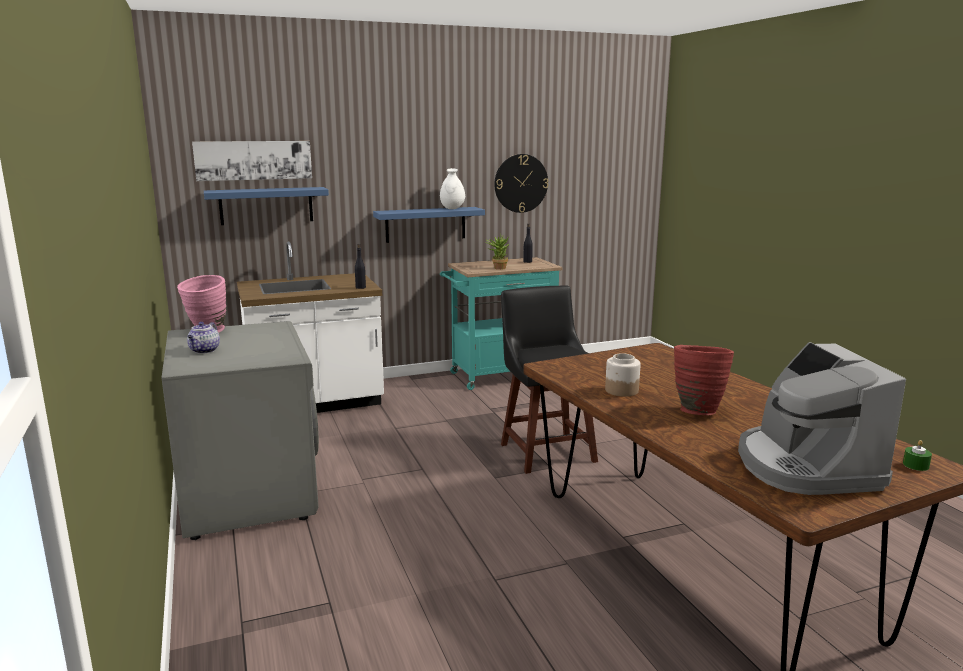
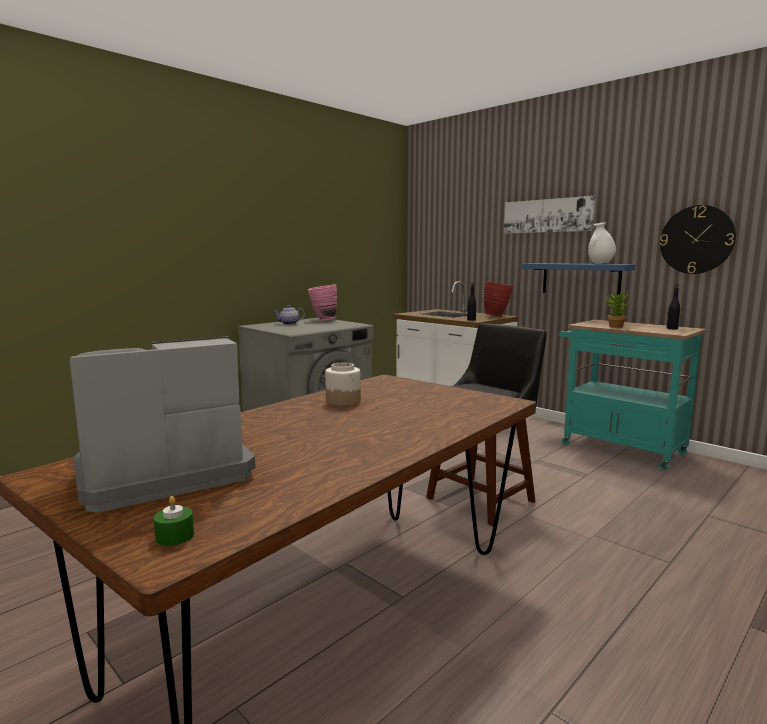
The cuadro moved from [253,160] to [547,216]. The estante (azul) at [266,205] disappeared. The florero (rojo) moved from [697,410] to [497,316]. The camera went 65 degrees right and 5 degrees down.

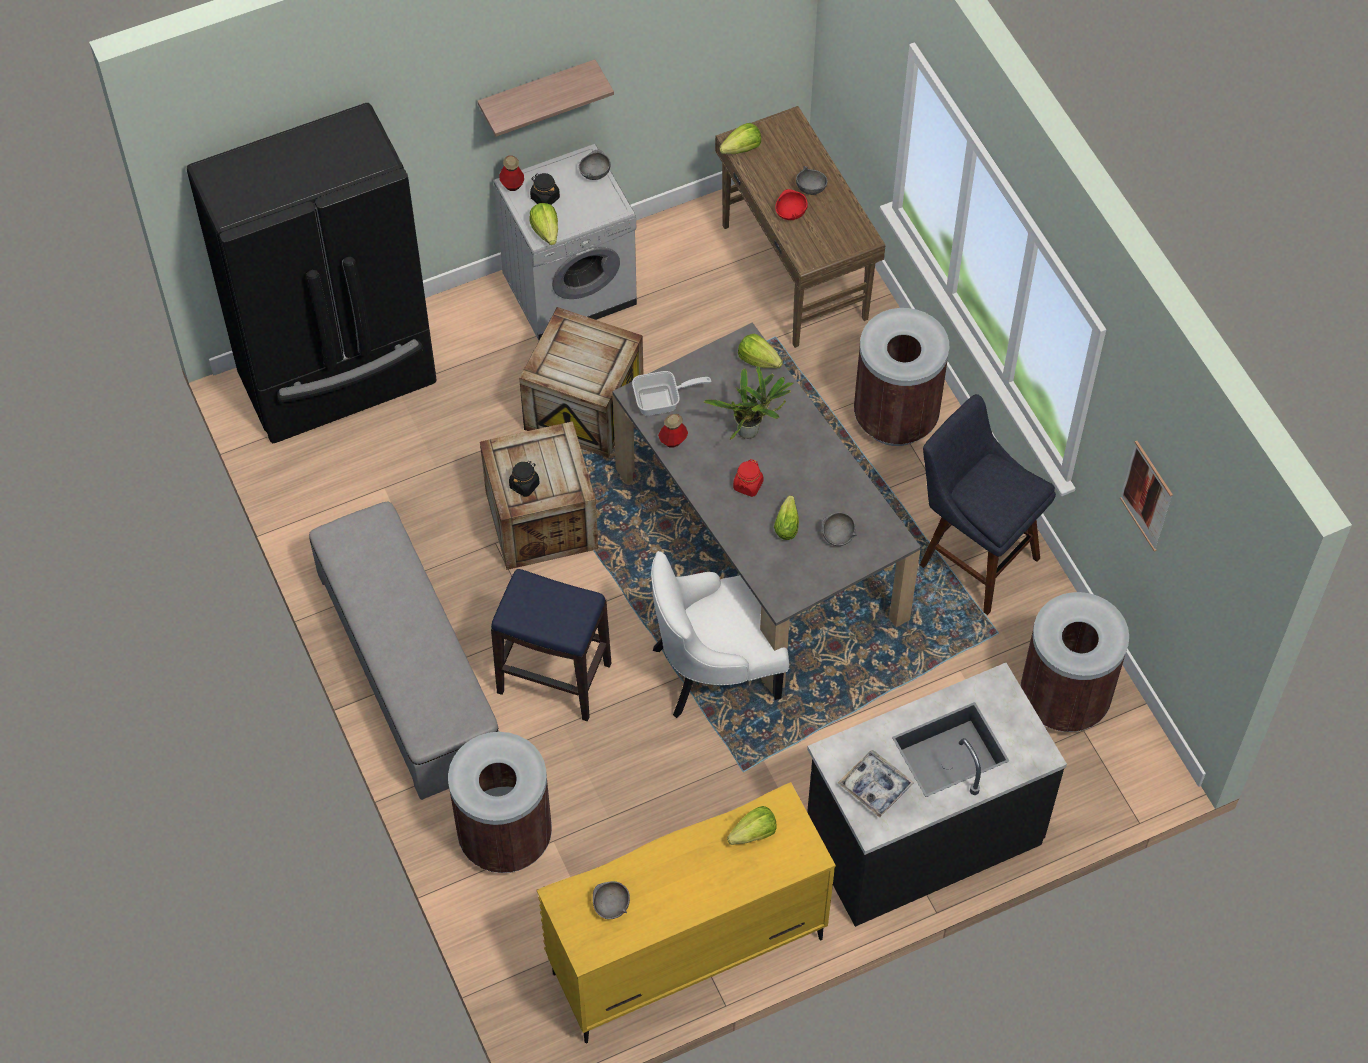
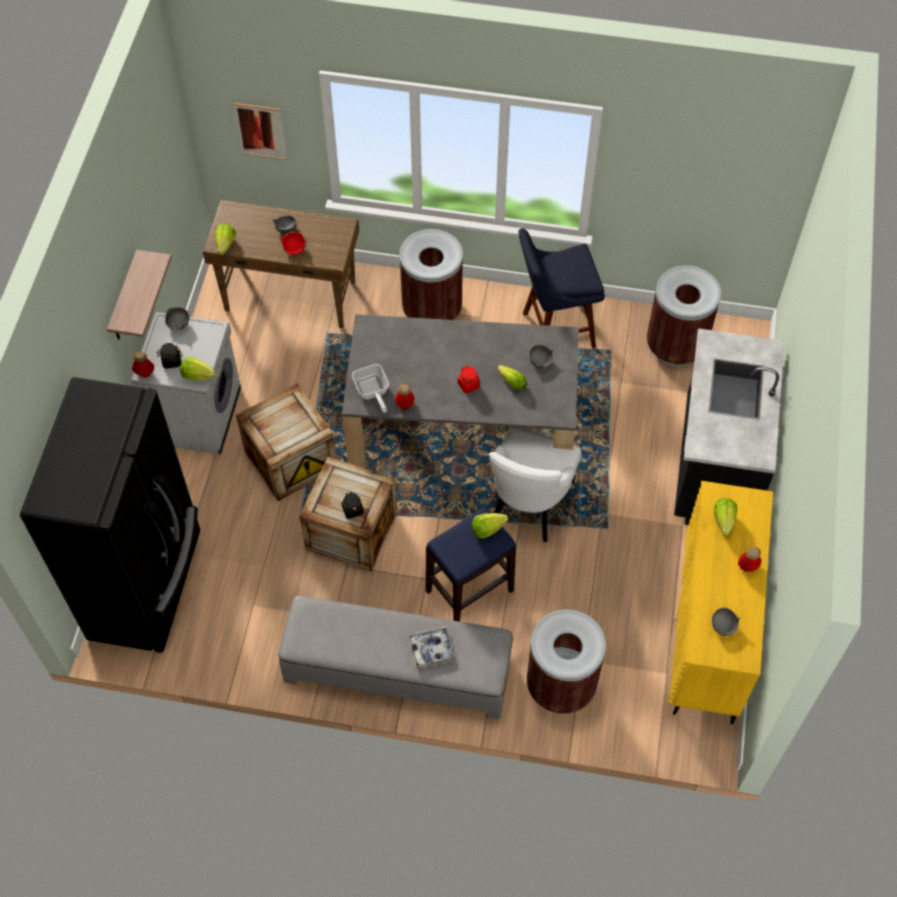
The lechuga moved from [758,360] to [487,529]. The planta en maceta at [751,431] disappeared. The sartén at [663,401] turned 135 degrees clockwise. The cuadro moved from [1146,496] to [261,131]. The bandeja moved from [875,786] to [431,649]. The botella at [748,566] appeared. The camera went 55 degrees left and 0 degrees up.

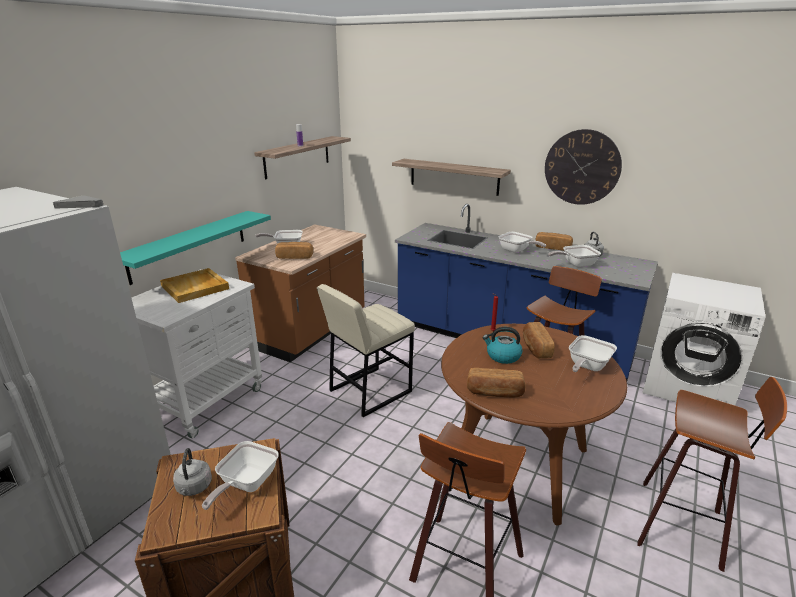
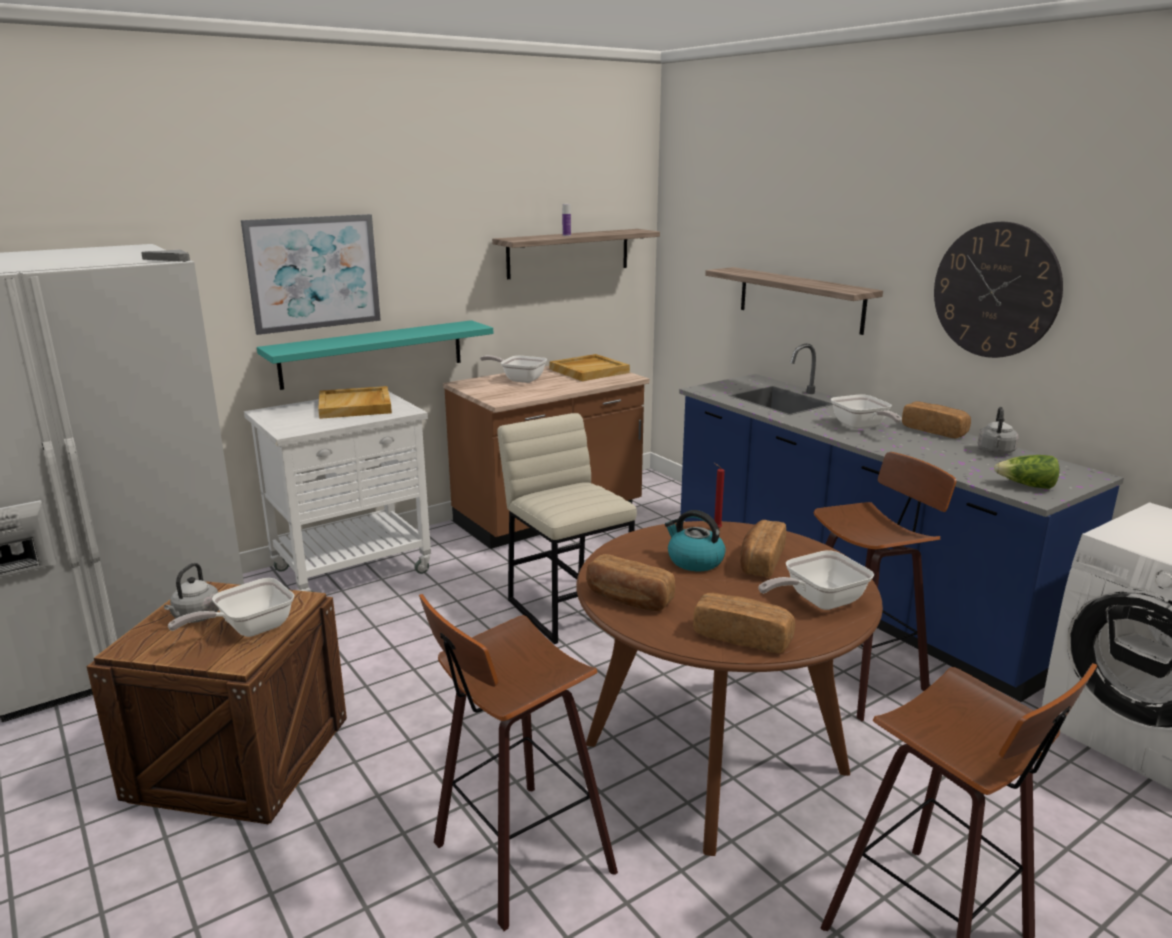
The pan moved from [295,256] to [742,637]. The sartén at [575,264] disappeared. The silla (beis) at [368,392] turned 75 degrees clockwise. The cuadro at [313,273] appeared. The bandeja (beis) at [589,370] appeared. The lechuga at [1026,486] appeared. The camera went 25 degrees right and 5 degrees down.

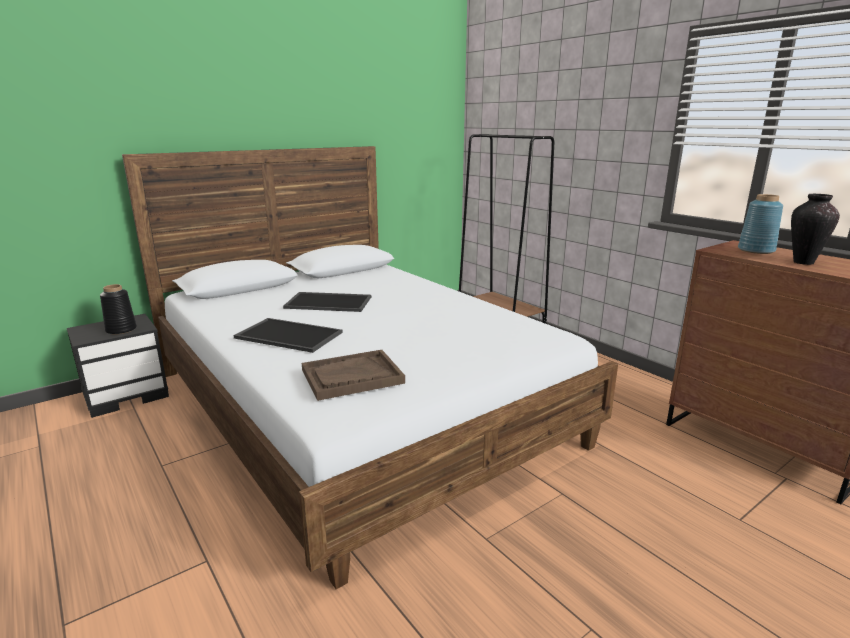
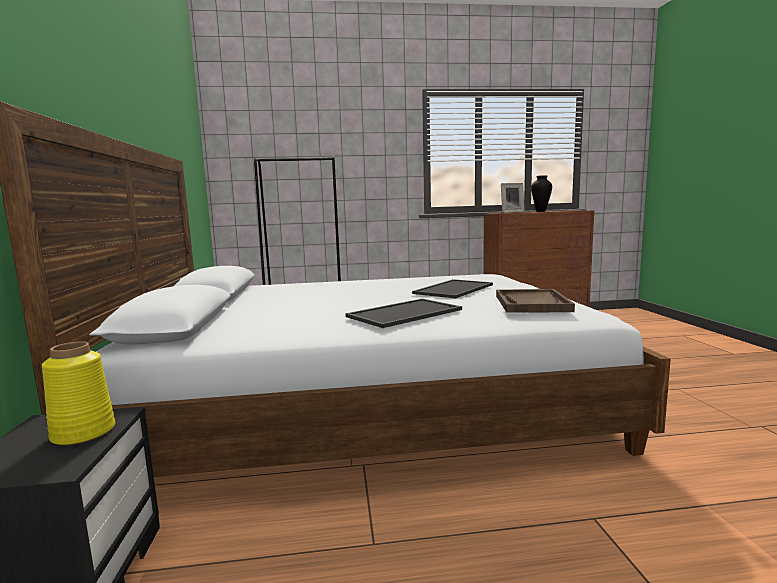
The florero (azul) at [756,250] was replaced by the portarretratos at [511,212]. The florero (negro) at [120,330] became the florero (amarillo) at [83,434]. The bandeja moved from [329,302] to [453,289]. The camera went 60 degrees left and 10 degrees down.

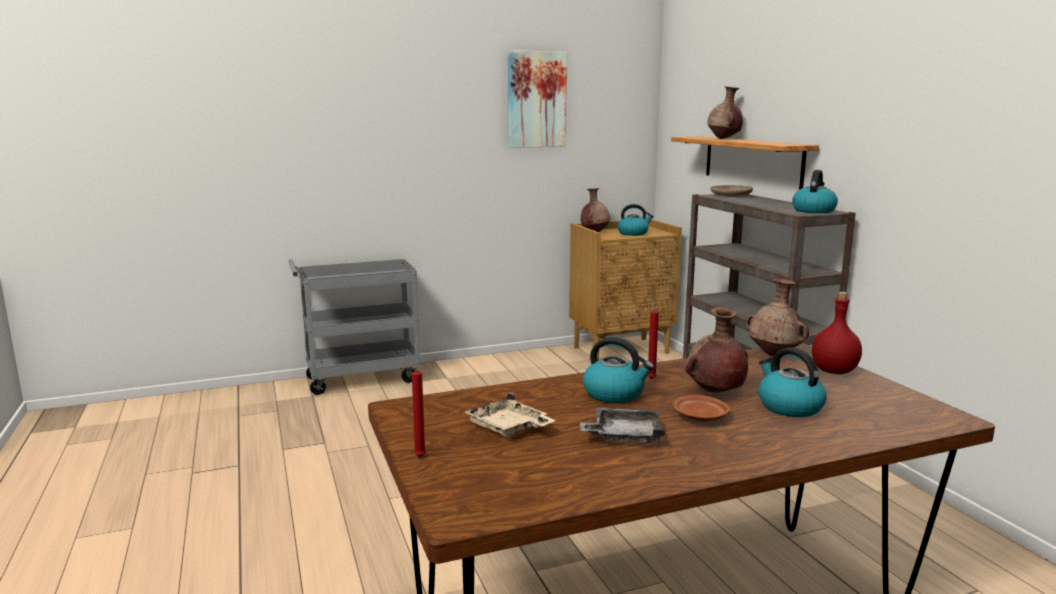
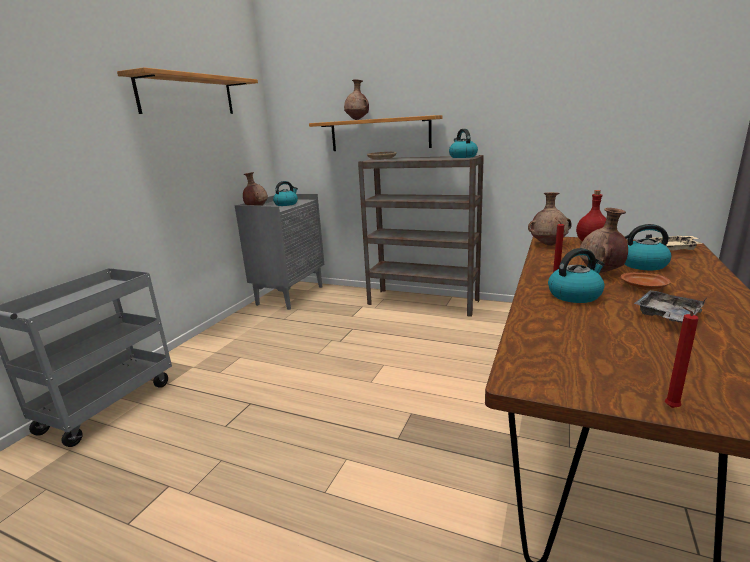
The cuadro at [536,99] was replaced by the estante at [187,95]. The armario (marrón) at [621,350] became the armario (gris) at [290,295]. The bandeja (beis) moved from [508,428] to [673,249]. The camera went 45 degrees left and 5 degrees up.

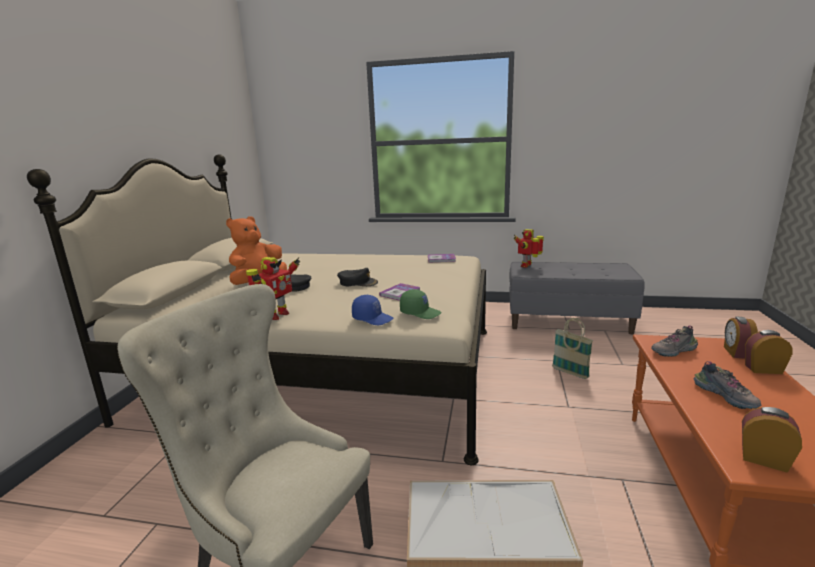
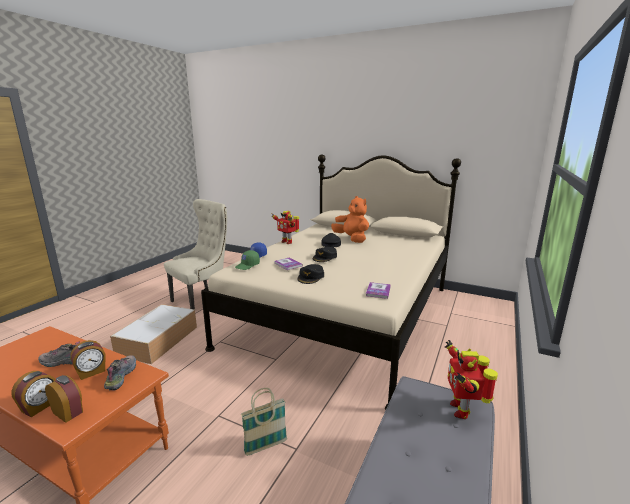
The robot de juguete at [527,266] turned 135 degrees counterclockwise. The despertador moved from [763,458] to [91,372]. The gorra (negro) at [311,277] appeared. The camera went 105 degrees right and 0 degrees up.

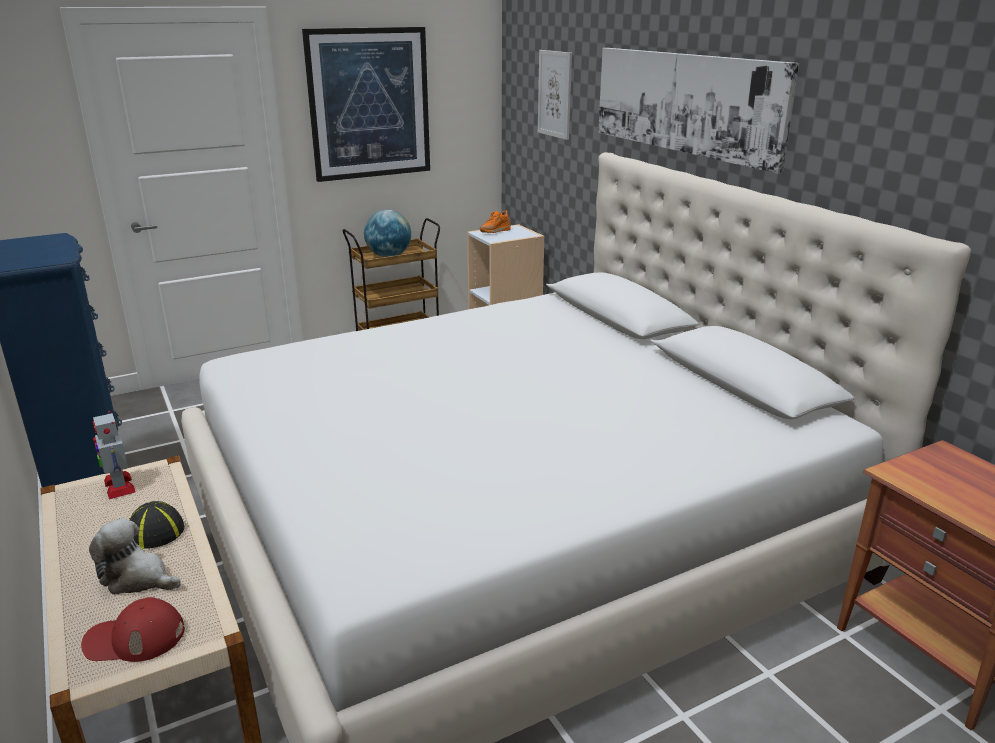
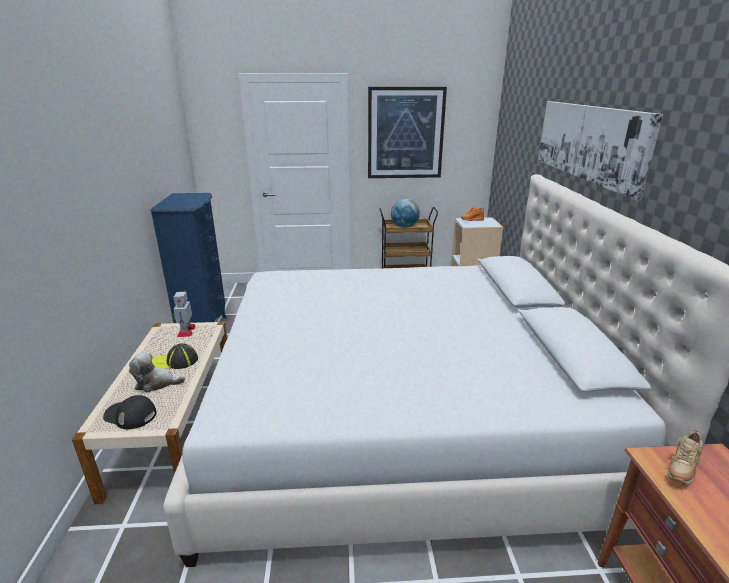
The cuadro at [555,94] disappeared. The peluche at [137,578] turned 45 degrees counterclockwise. The gorra (rojo) at [134,638] became the gorra (negro) at [130,415]. The zapato (beis) at [681,470] appeared. The camera went 25 degrees right and 0 degrees up.

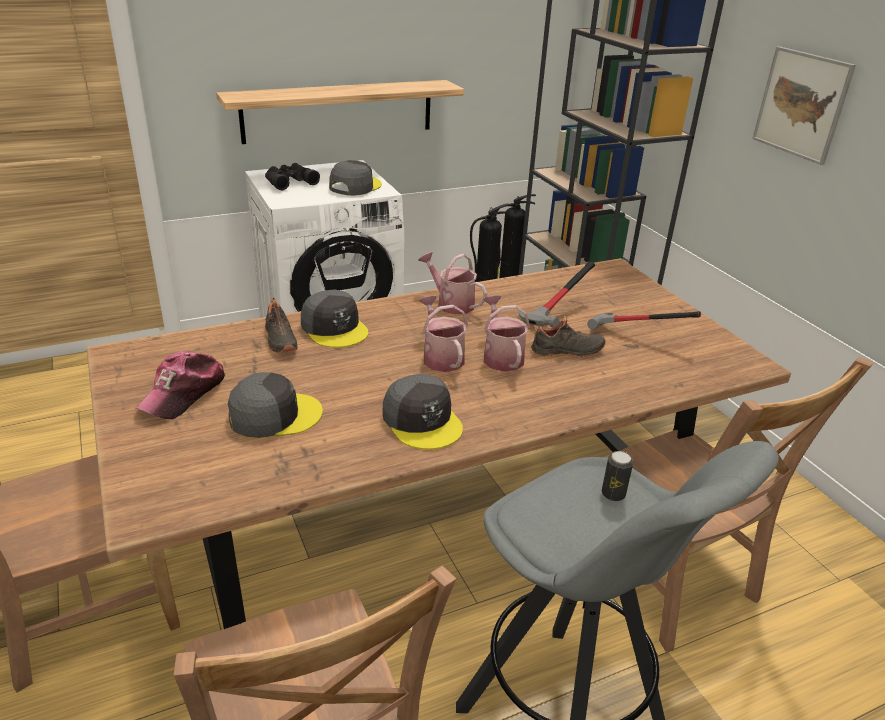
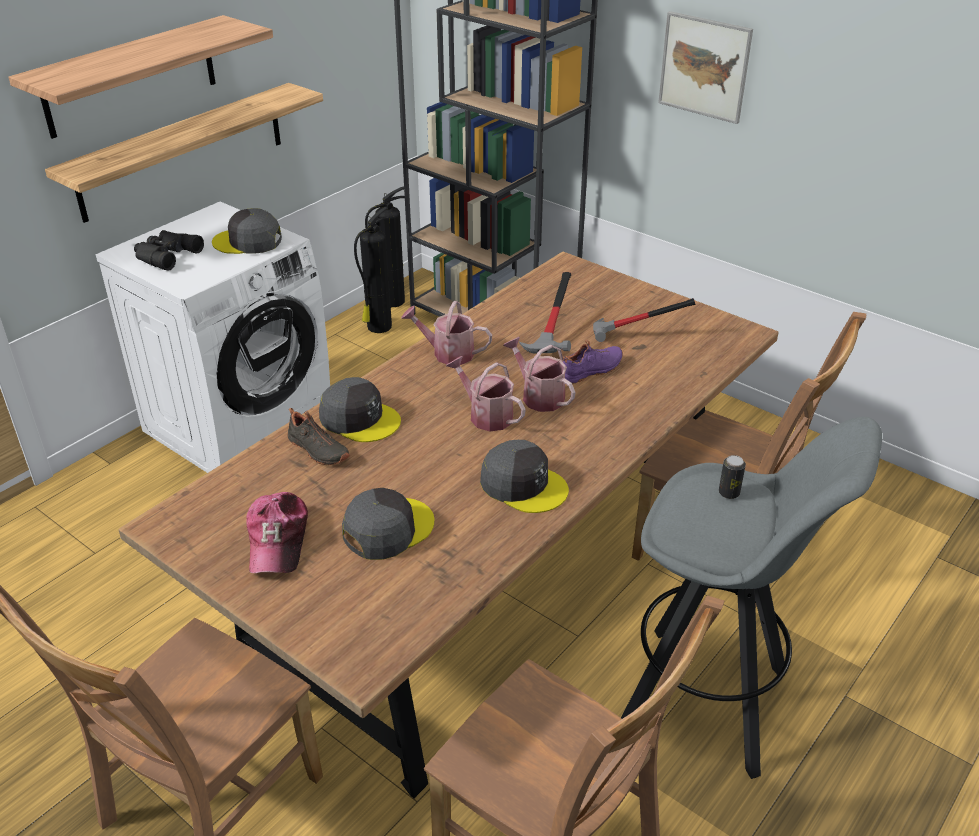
The gorra (gris) at [355,186] turned 90 degrees counterclockwise. The zapato (negro) at [567,351] became the zapato (morado) at [591,371]. The estante at [130,76] appeared. The camera went 25 degrees left and 5 degrees up.

